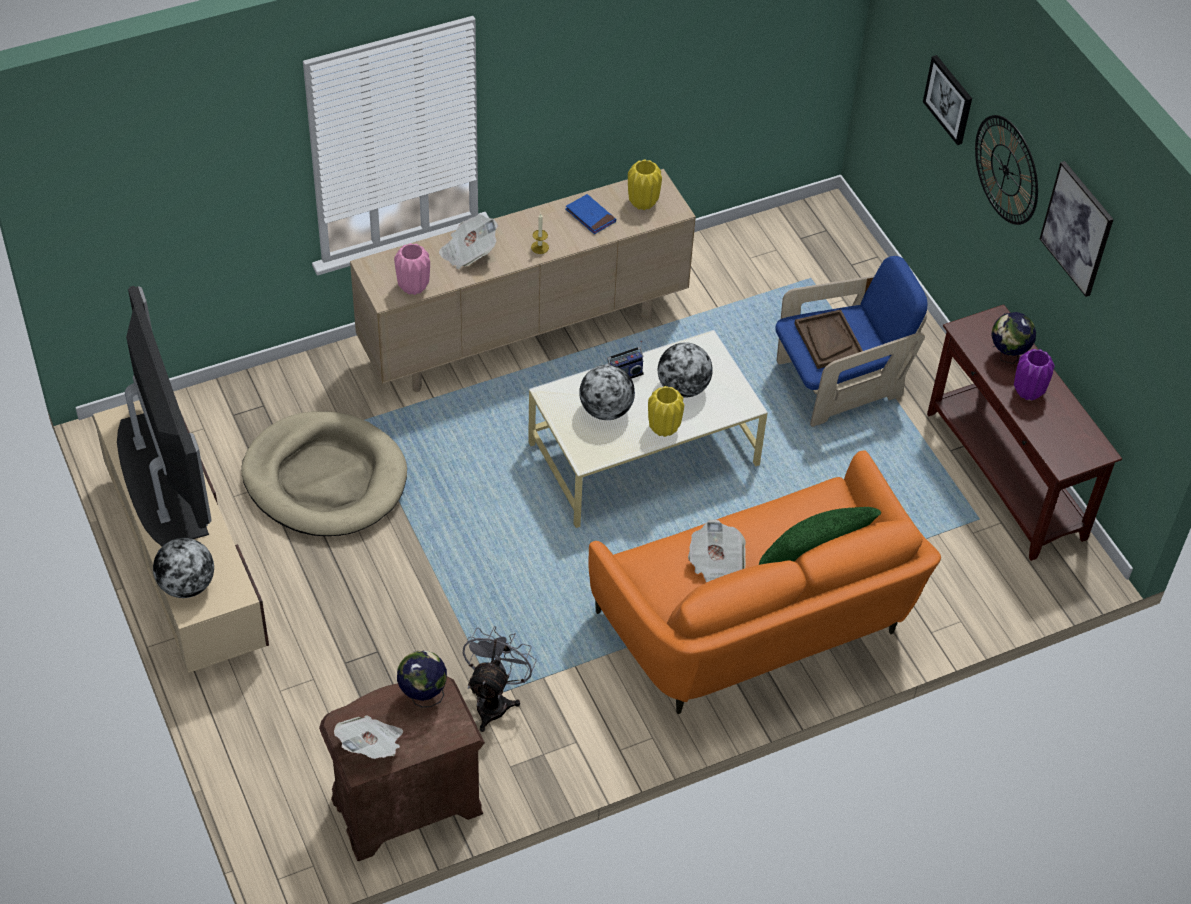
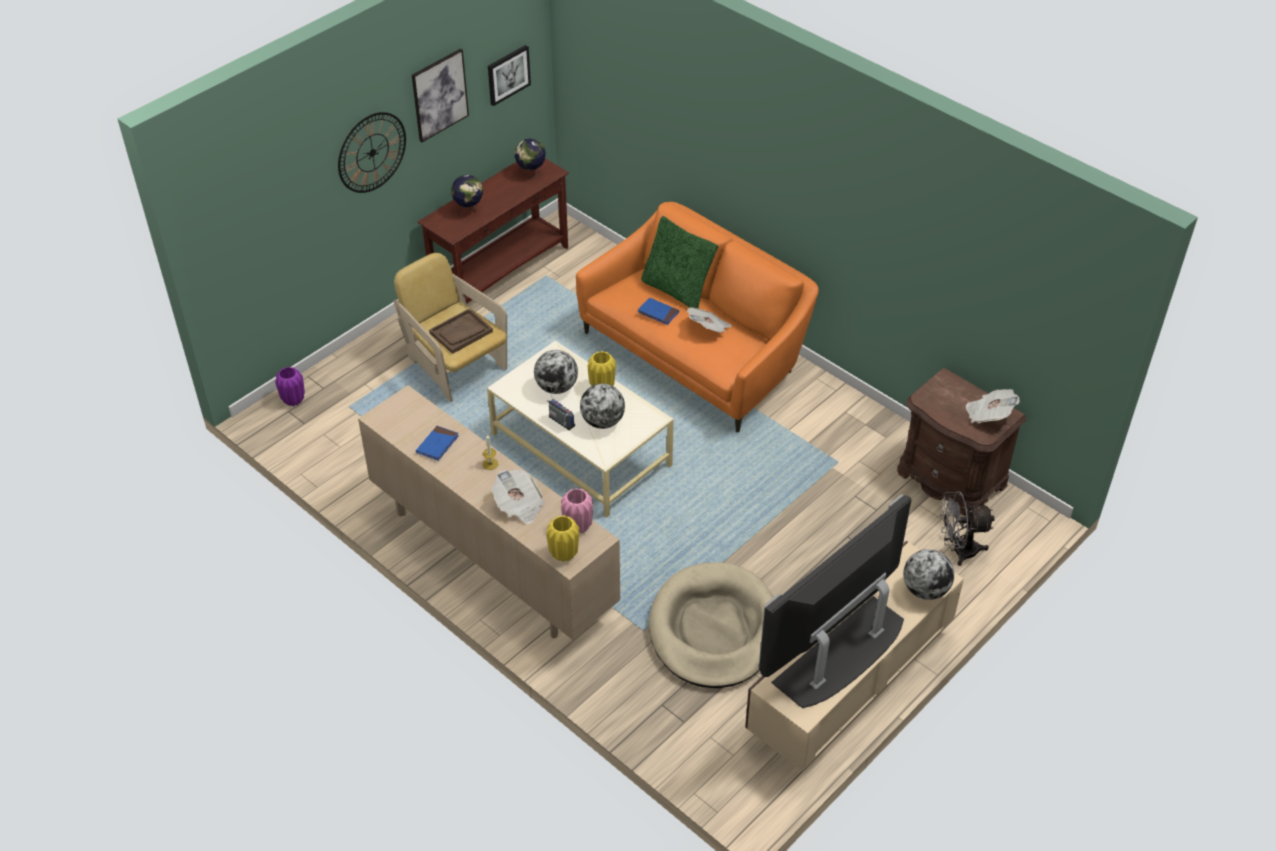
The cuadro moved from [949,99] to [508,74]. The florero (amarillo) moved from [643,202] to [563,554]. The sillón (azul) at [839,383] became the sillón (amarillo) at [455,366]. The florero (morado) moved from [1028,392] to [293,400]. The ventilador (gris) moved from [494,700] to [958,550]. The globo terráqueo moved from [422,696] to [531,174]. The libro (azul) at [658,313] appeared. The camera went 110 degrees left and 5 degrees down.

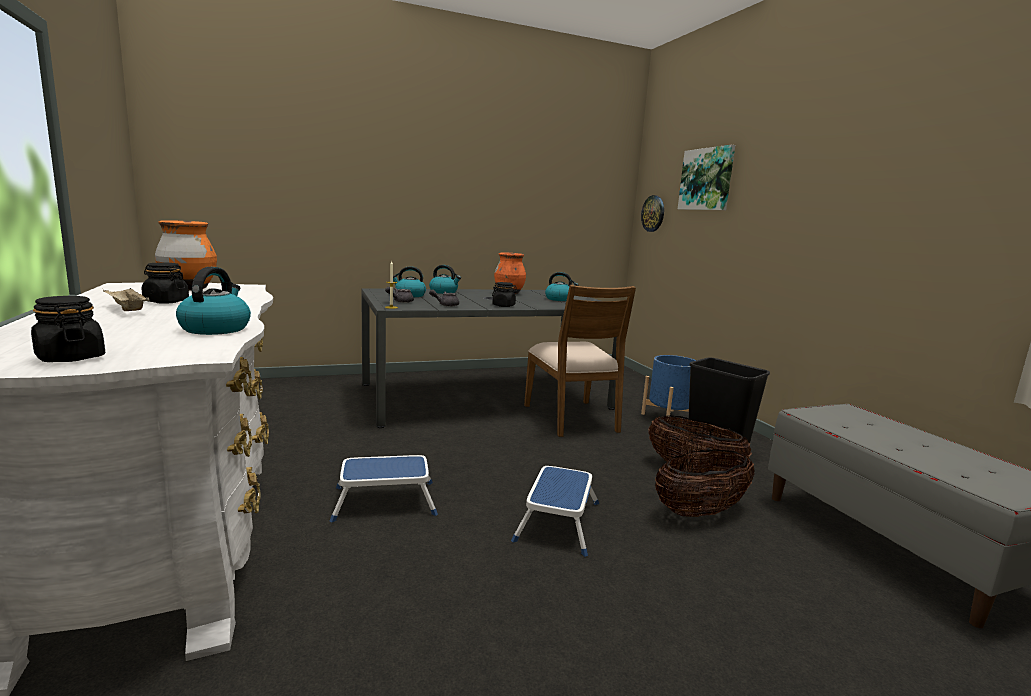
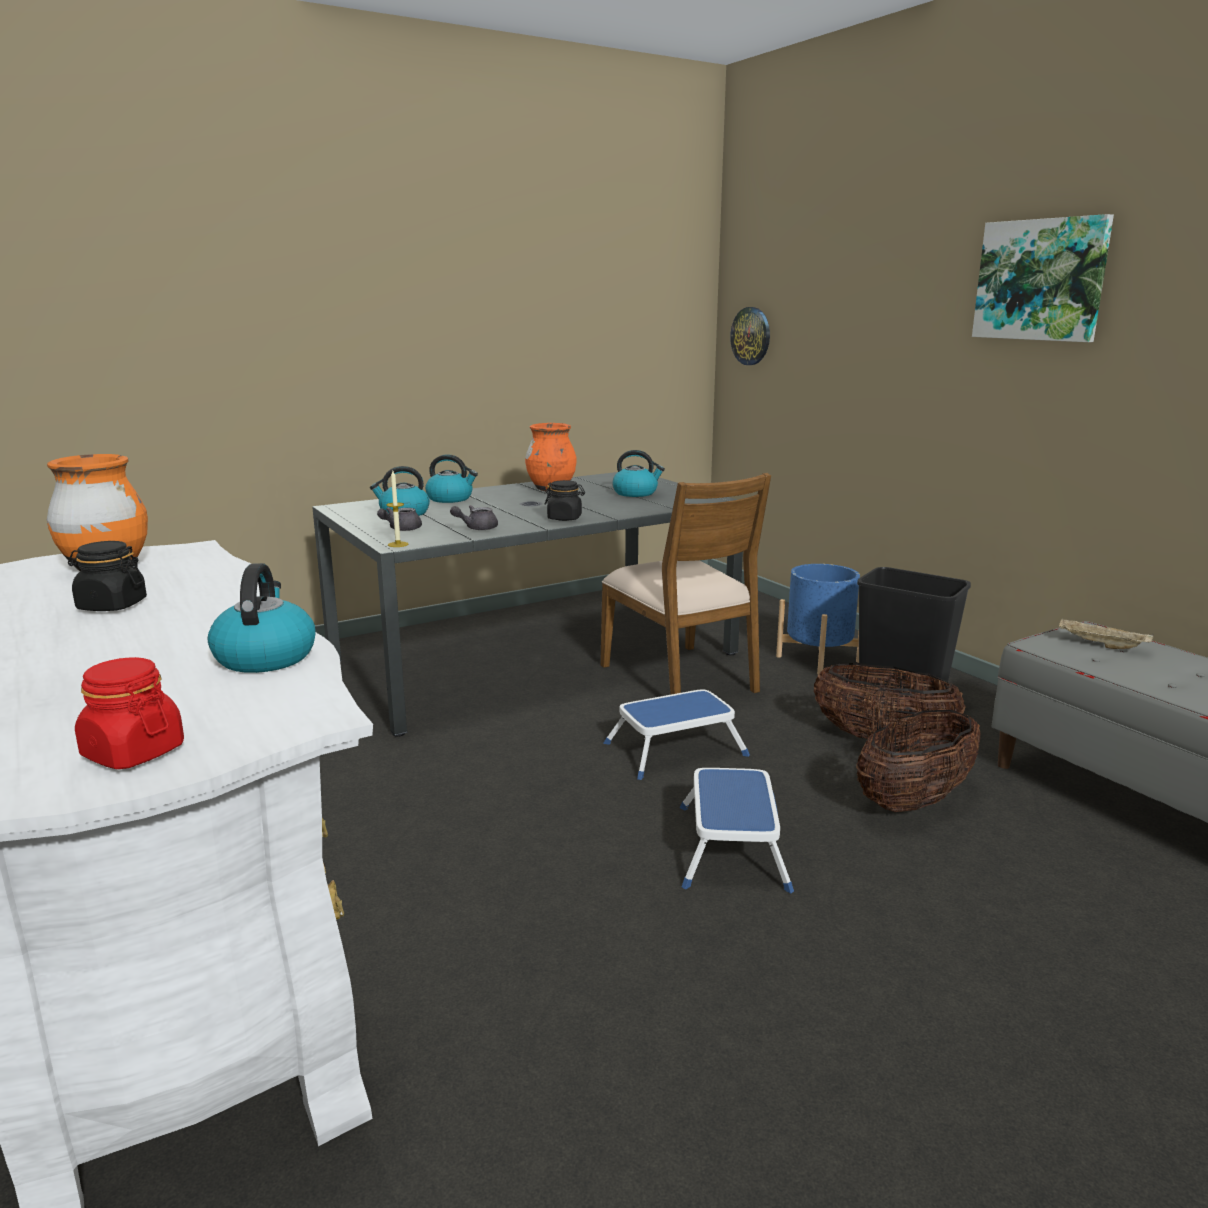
The cuadro moved from [706,179] to [1041,280]. The bandeja (beis) moved from [127,309] to [1100,645]. The tarro (negro) at [70,357] became the tarro (rojo) at [133,752]. The escalera de tijera (azul) moved from [385,500] to [675,749]. The camera went 10 degrees left and 5 degrees up.

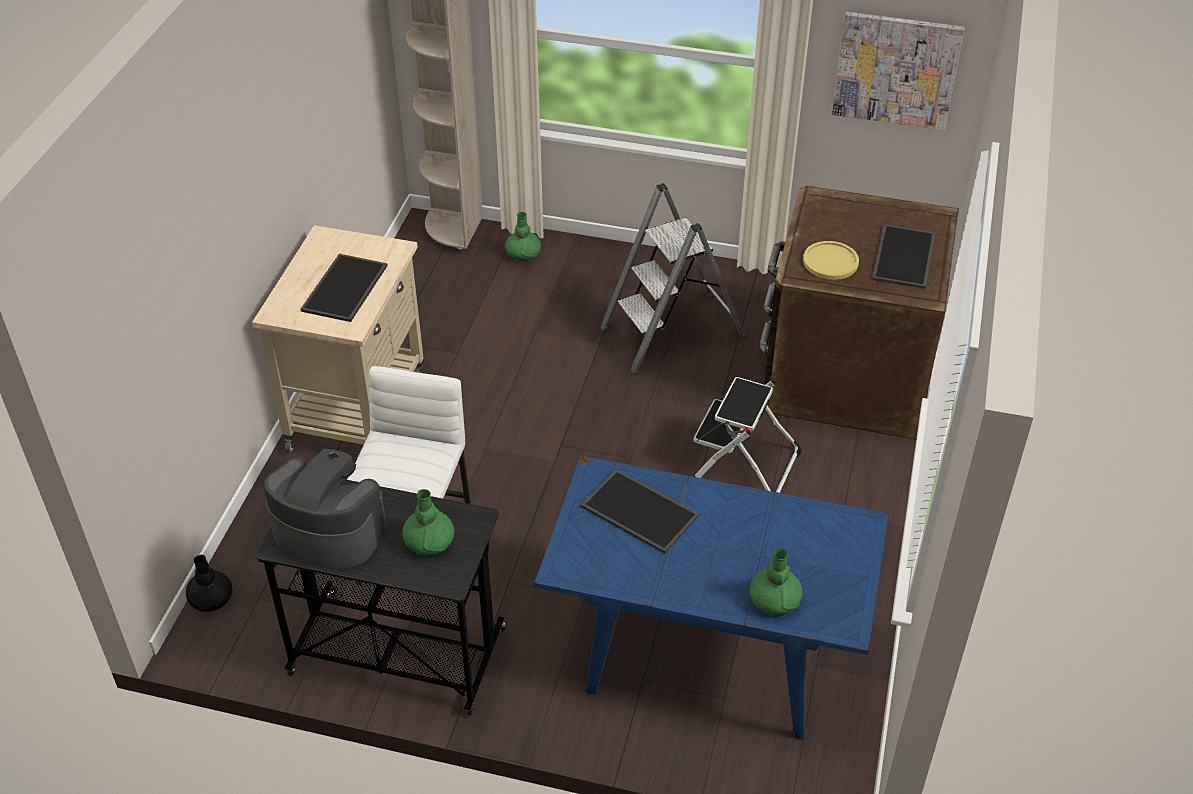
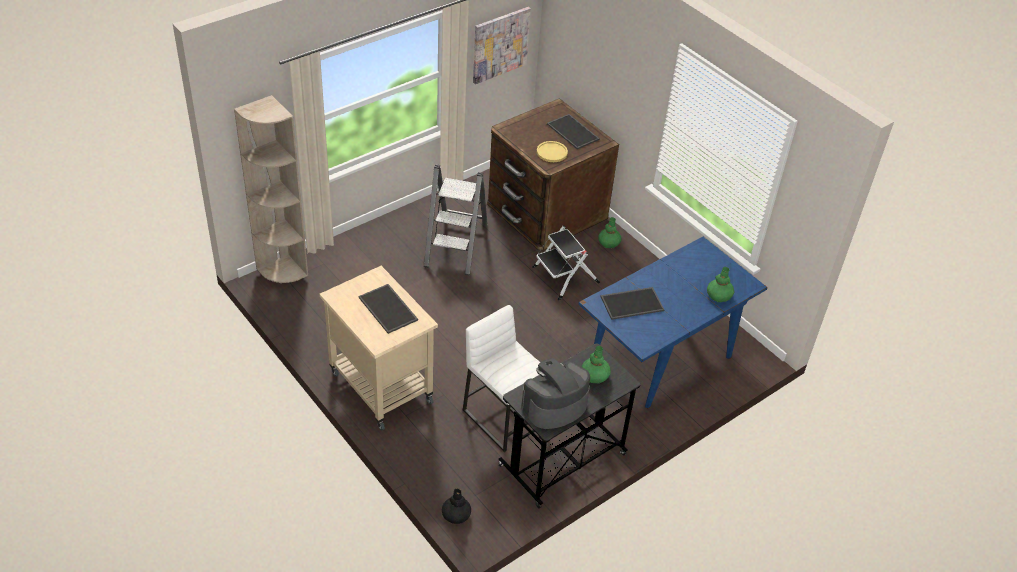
The florero (verde) moved from [523,254] to [608,243]. The camera went 55 degrees left and 0 degrees up.

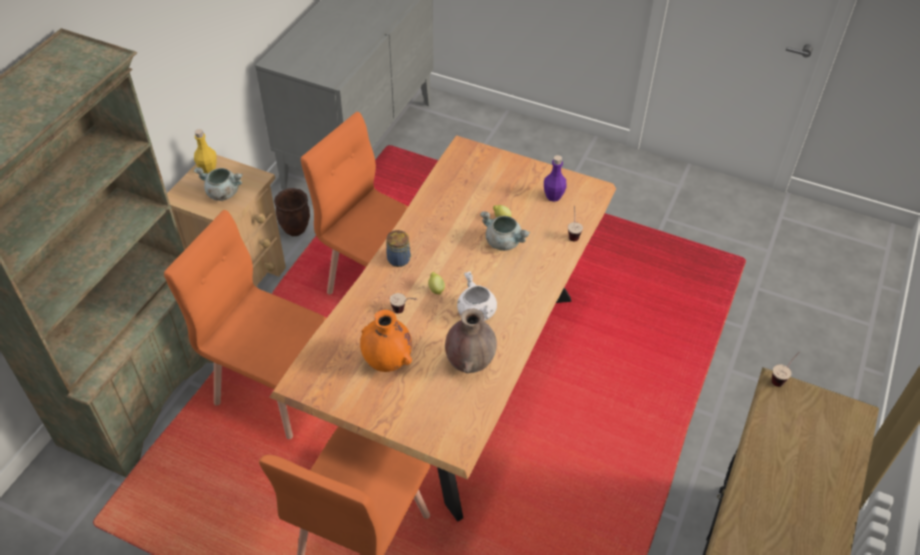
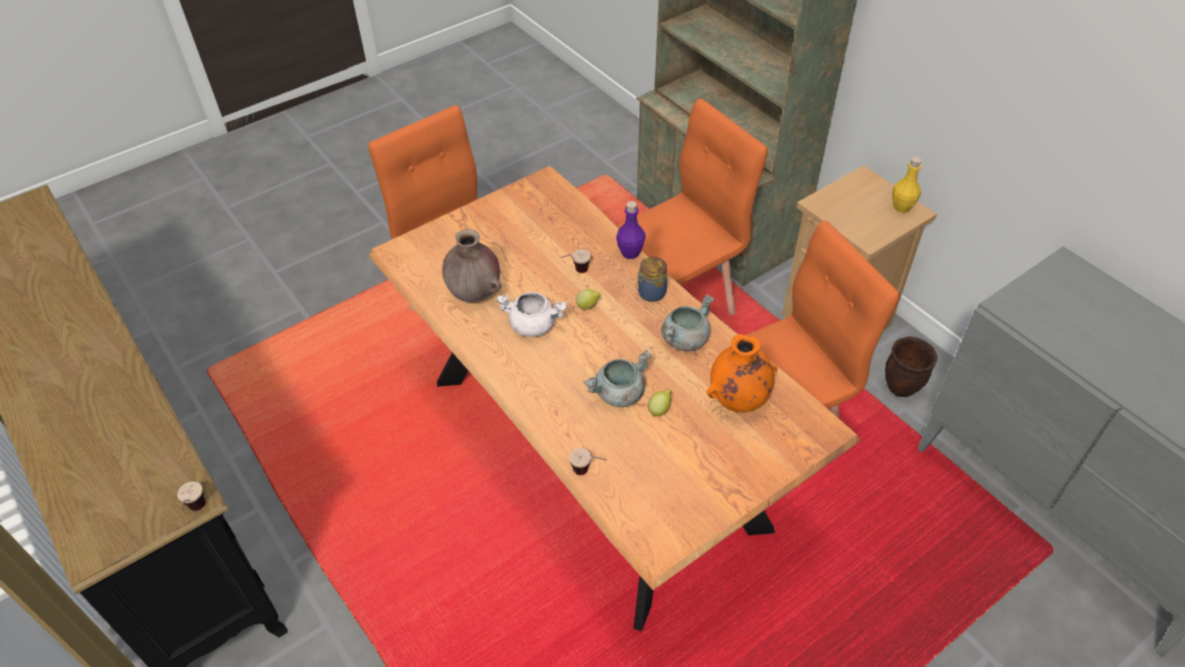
The botella (morado) moved from [553,196] to [630,253]. The olla (gris) moved from [222,193] to [684,339]. The florero (naranja) moved from [387,362] to [738,401]. The camera went 120 degrees right and 0 degrees up.

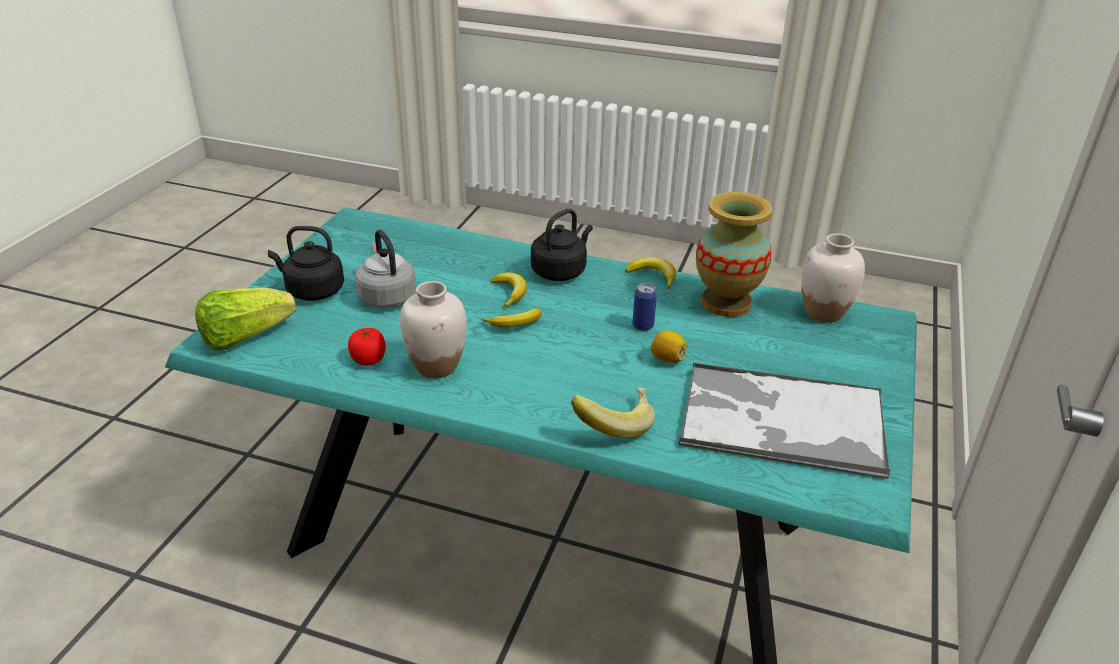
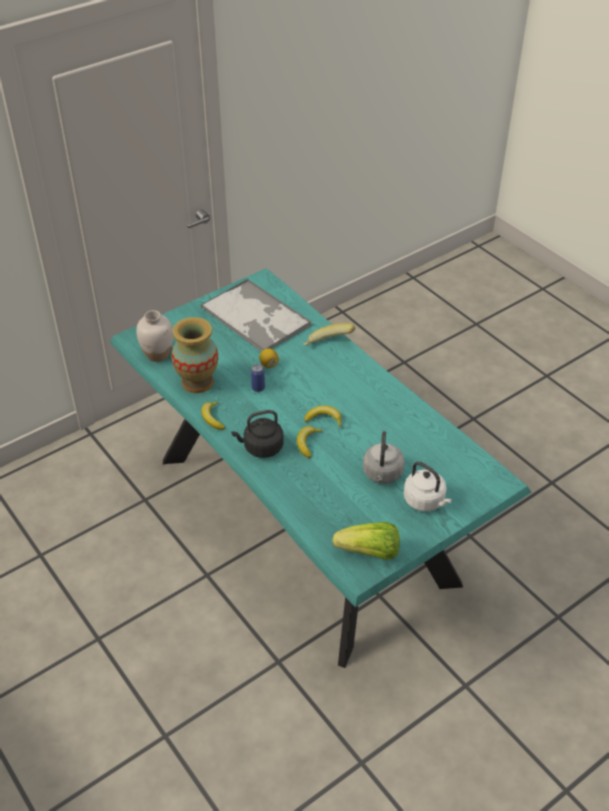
The hervidor (negro) at [312,291] became the hervidor (blanco) at [426,501]. The florero (blanco) at [437,366] disappeared. The lechuga moved from [244,337] to [369,552]. The tomate at [368,359] disappeared. The camera went 145 degrees left and 10 degrees up.

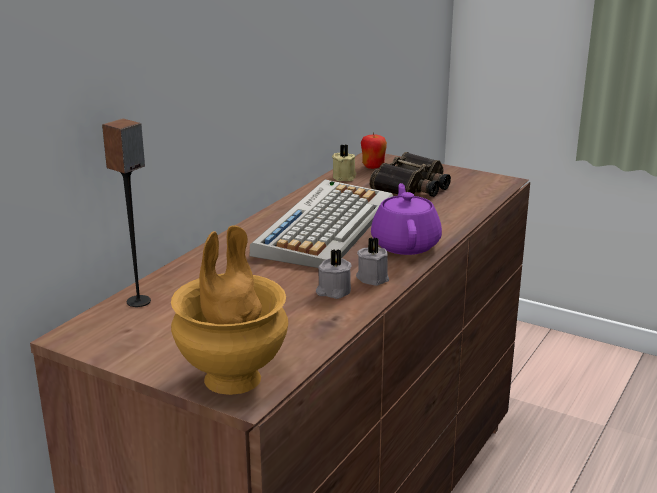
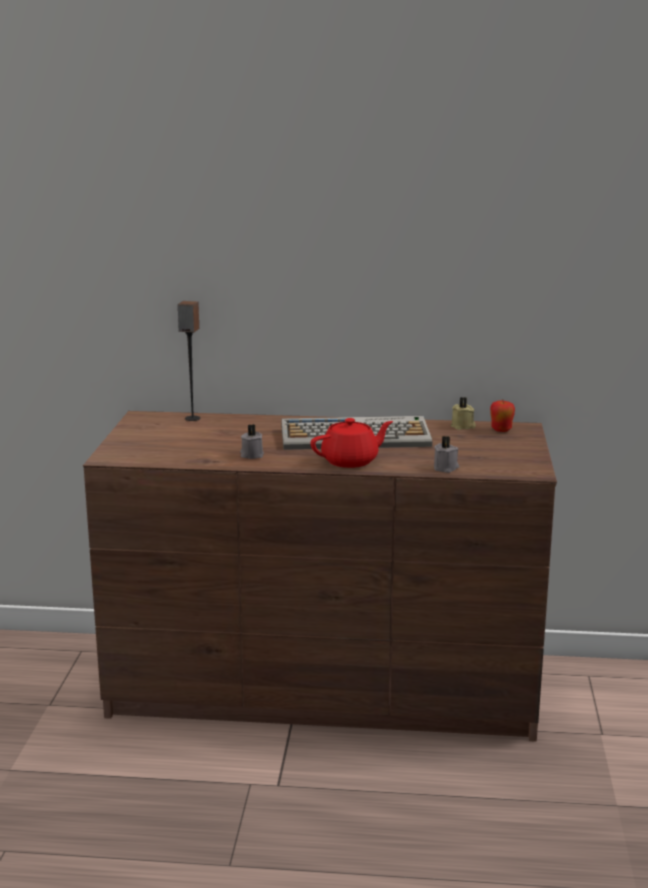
The prismáticos at [413,186] disappeared. The tetera (morado) at [405,244] became the tetera (rojo) at [351,461]. The florero (marrón) at [233,378] disappeared. The vela (gris) moved from [373,277] to [446,468]. The camera went 65 degrees right and 5 degrees down.

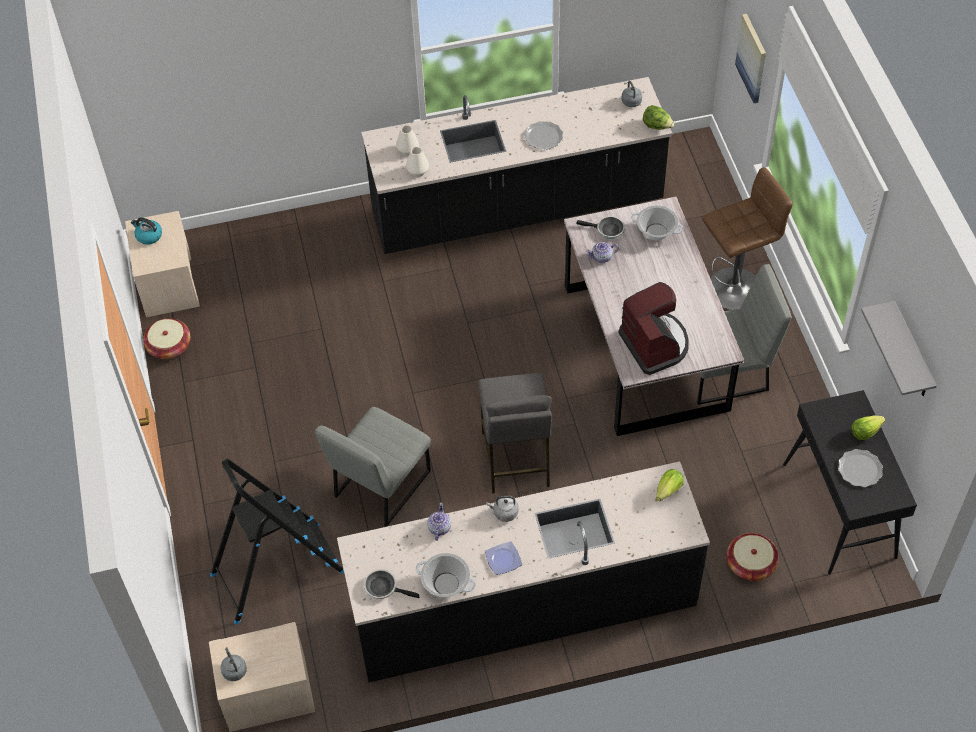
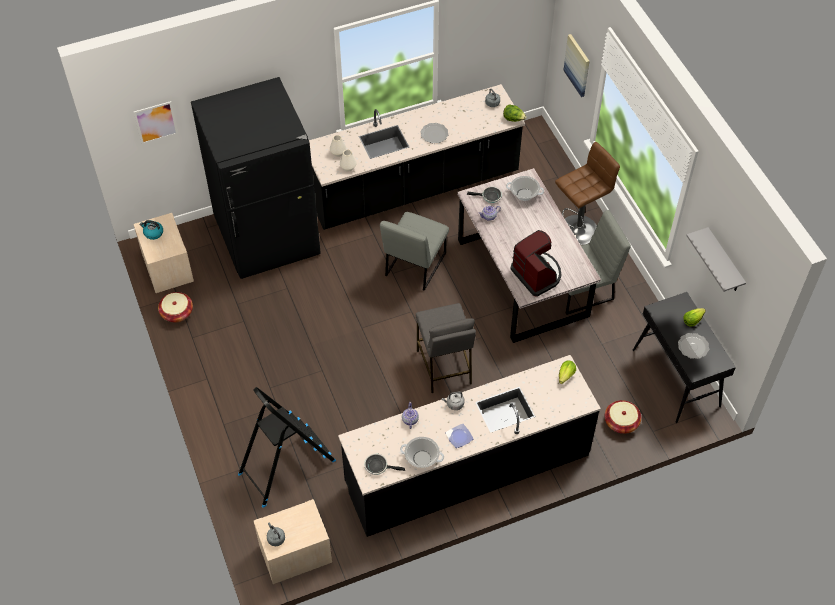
The silla (gris) moved from [380,485] to [414,265]. The nevera (negro) at [268,235] appeared. The cuadro at [156,122] appeared. The camera went 10 degrees left and 0 degrees up.

